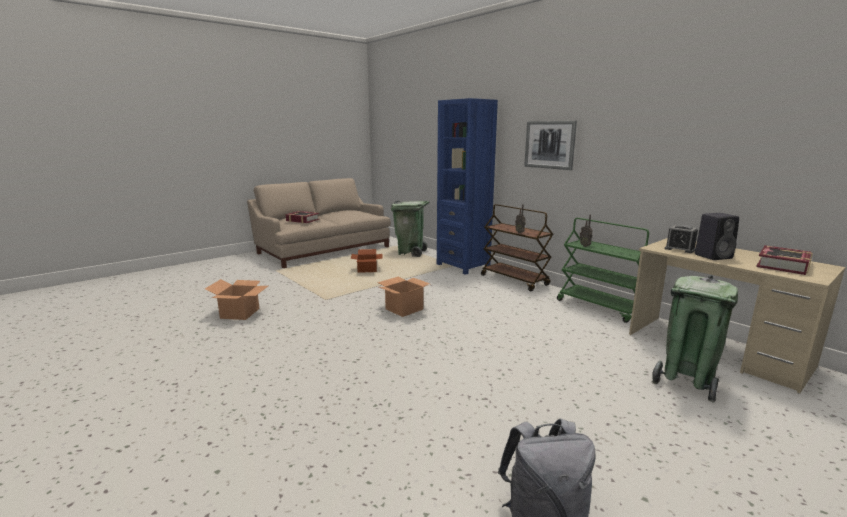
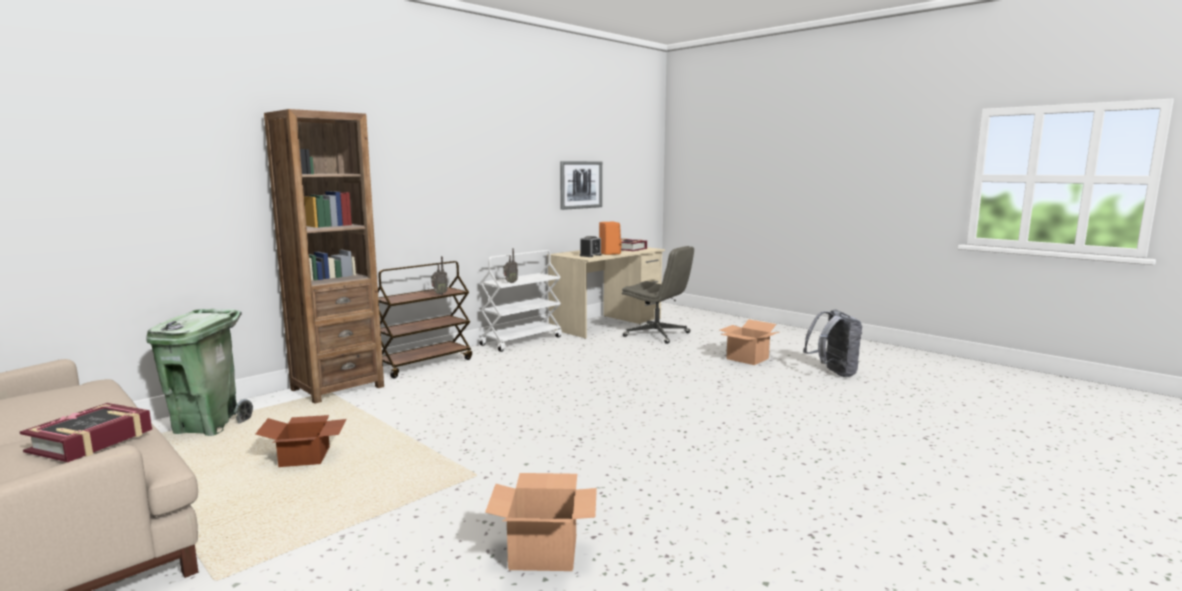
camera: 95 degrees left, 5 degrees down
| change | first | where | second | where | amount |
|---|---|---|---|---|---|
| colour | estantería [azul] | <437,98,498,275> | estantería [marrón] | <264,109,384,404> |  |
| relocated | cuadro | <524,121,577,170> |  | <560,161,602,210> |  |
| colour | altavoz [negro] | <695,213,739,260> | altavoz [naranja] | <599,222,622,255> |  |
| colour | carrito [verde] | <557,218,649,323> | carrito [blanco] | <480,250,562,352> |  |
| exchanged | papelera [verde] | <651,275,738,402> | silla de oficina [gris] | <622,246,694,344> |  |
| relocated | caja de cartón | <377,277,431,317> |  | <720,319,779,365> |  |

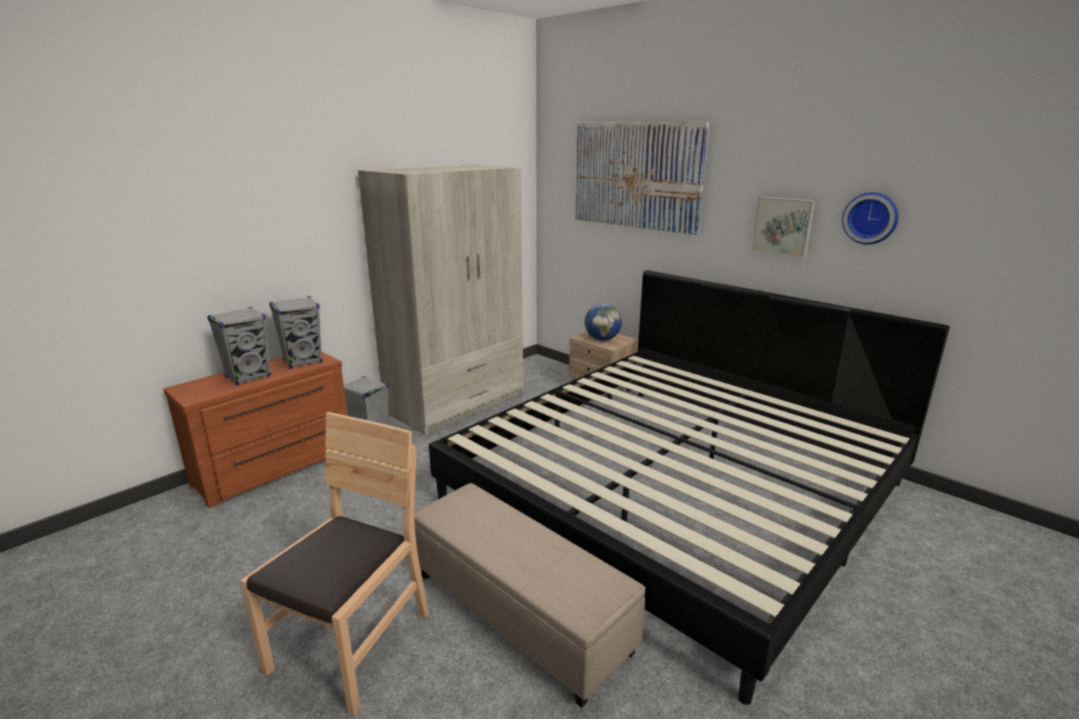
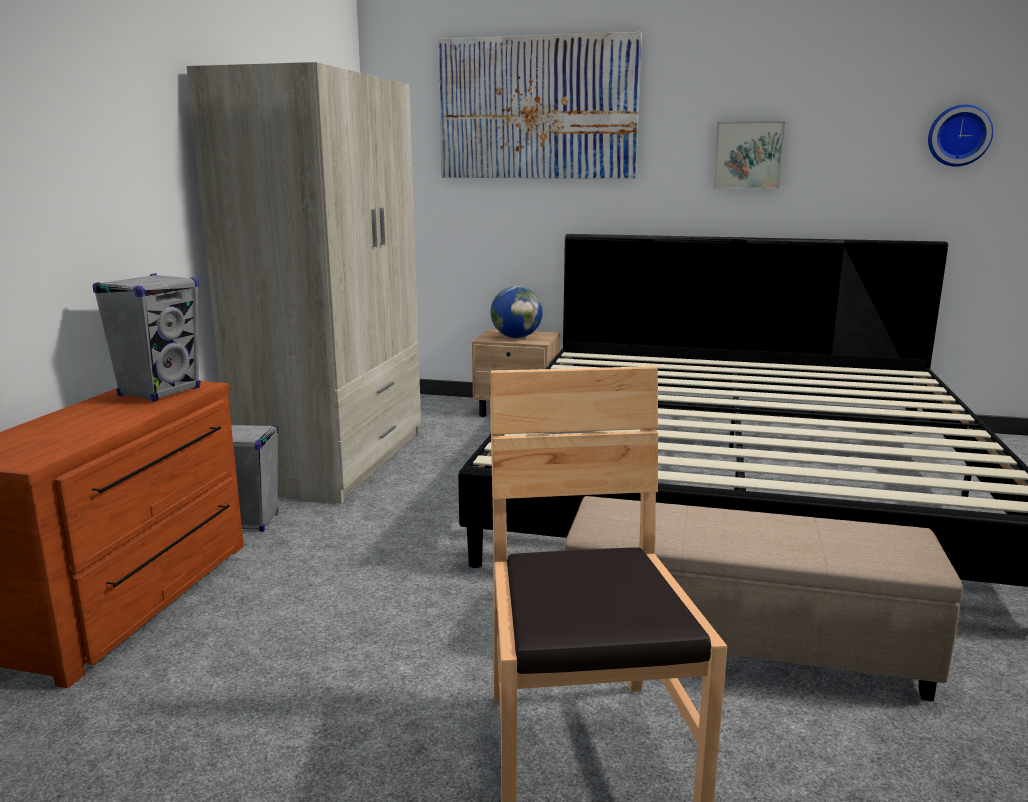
camera: 30 degrees left, 5 degrees down
| change | first | where | second | where | amount |
|---|---|---|---|---|---|
| relocated | reloj de pared | <842,192,898,245> |  | <928,104,993,167> |  |
| missing | altavoz [gris] | <207,307,271,385> |  |  |  |

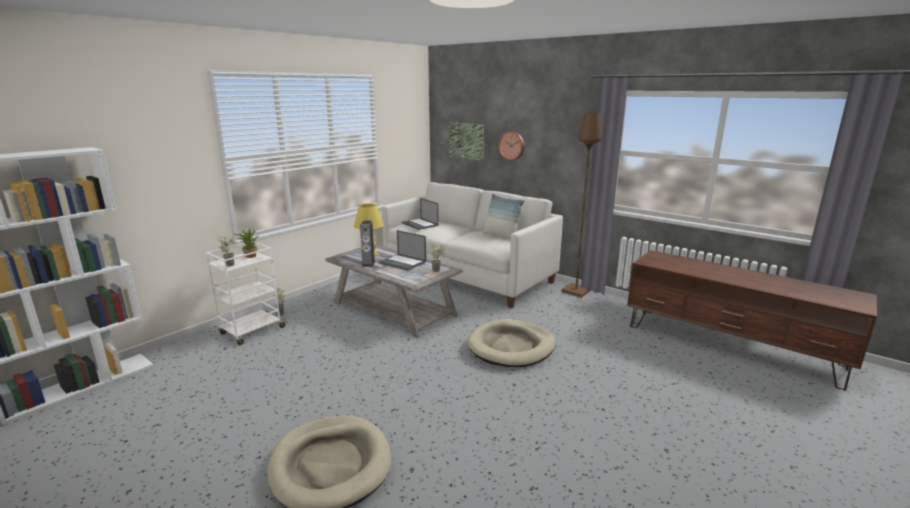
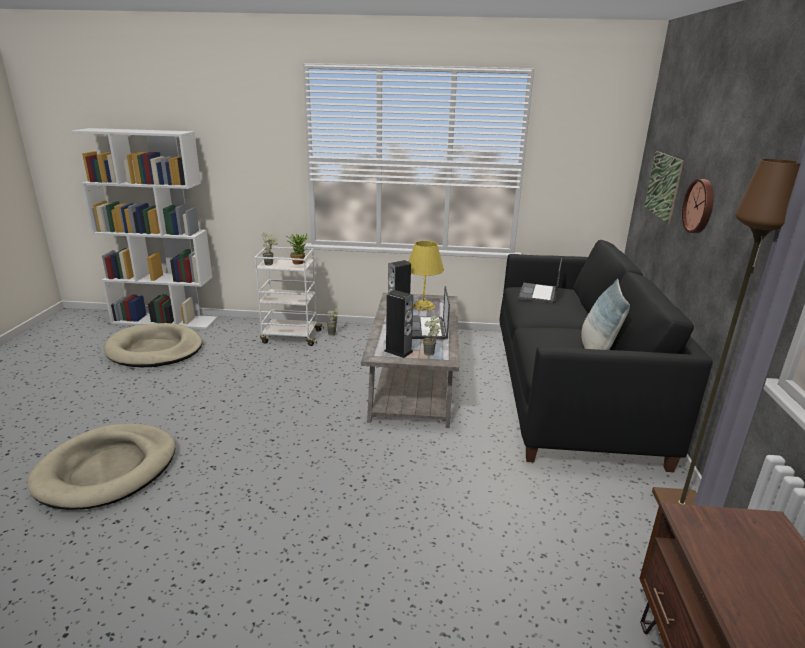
camera: 55 degrees right, 5 degrees up
| change | first | where | second | where | amount |
|---|---|---|---|---|---|
| colour | sofá [blanco] | <382,182,563,308> | sofá [negro] | <500,240,713,472> |  |
| relocated | cama para perro [beis] | <467,319,556,367> |  | <104,323,202,367> |  |
| appeared |  |  | altavoz | <385,290,413,358> |  |

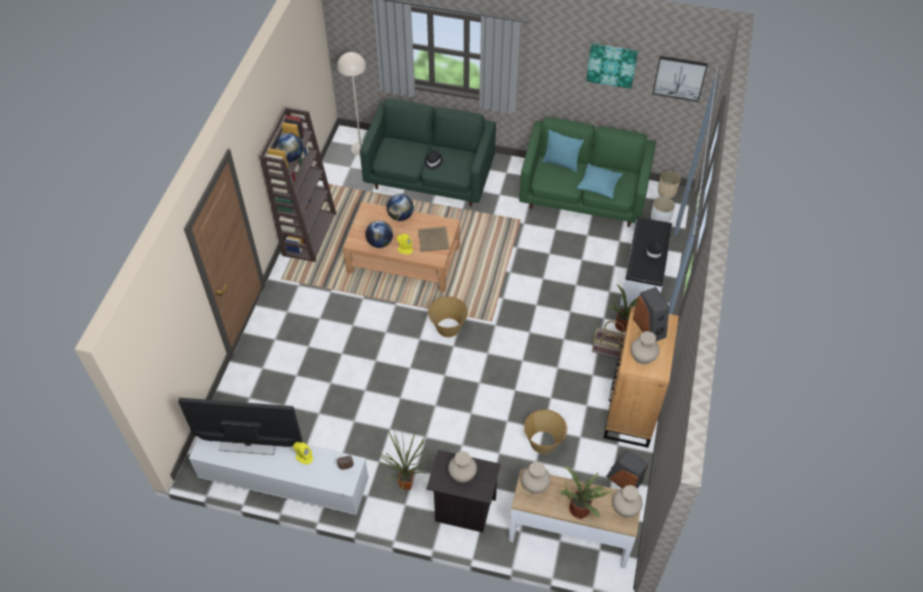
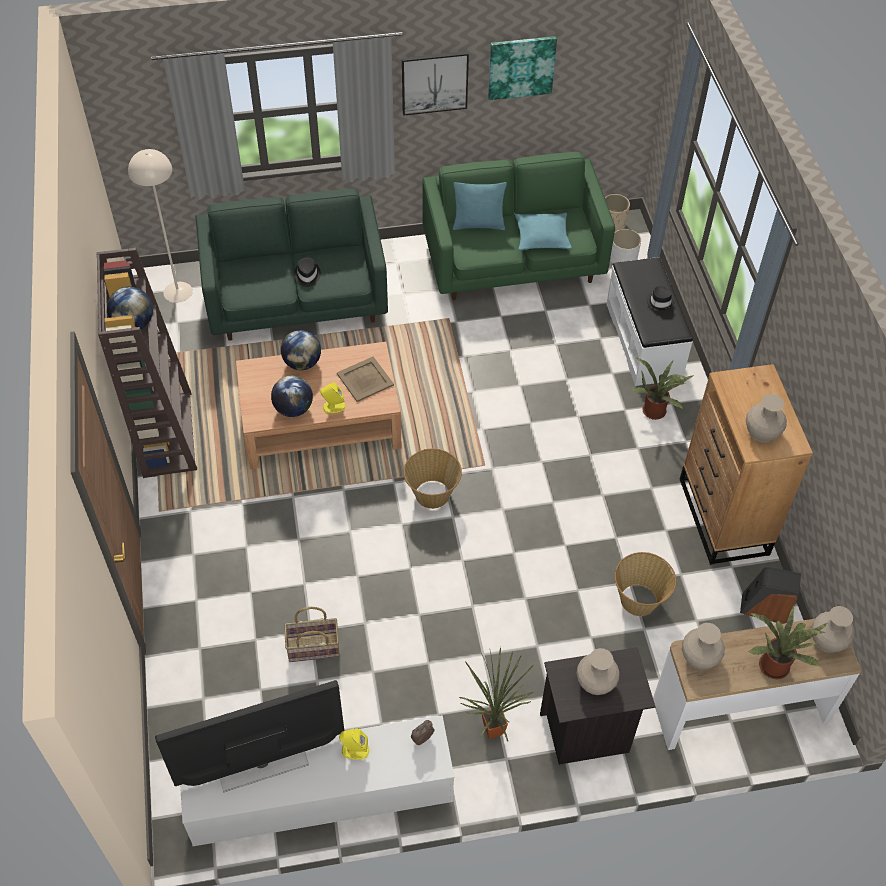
camera: 25 degrees left, 0 degrees up
| change | first | where | second | where | amount |
|---|---|---|---|---|---|
| relocated | cuadro | <653,56,708,102> |  | <402,51,469,116> |  |
| missing | altavoz | <633,287,669,341> |  |  |  |
| relocated | cesta | <592,321,625,358> |  | <284,607,340,662> |  |

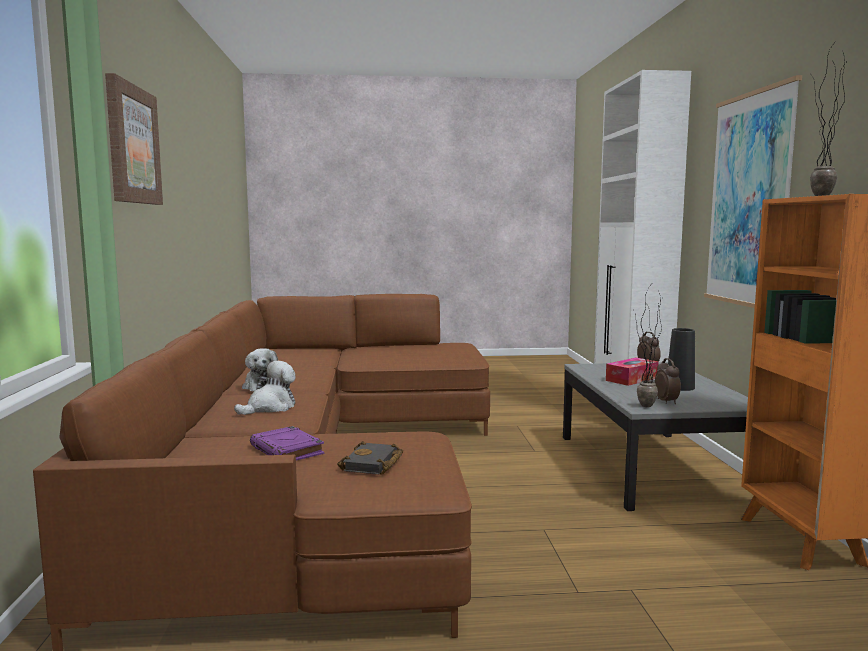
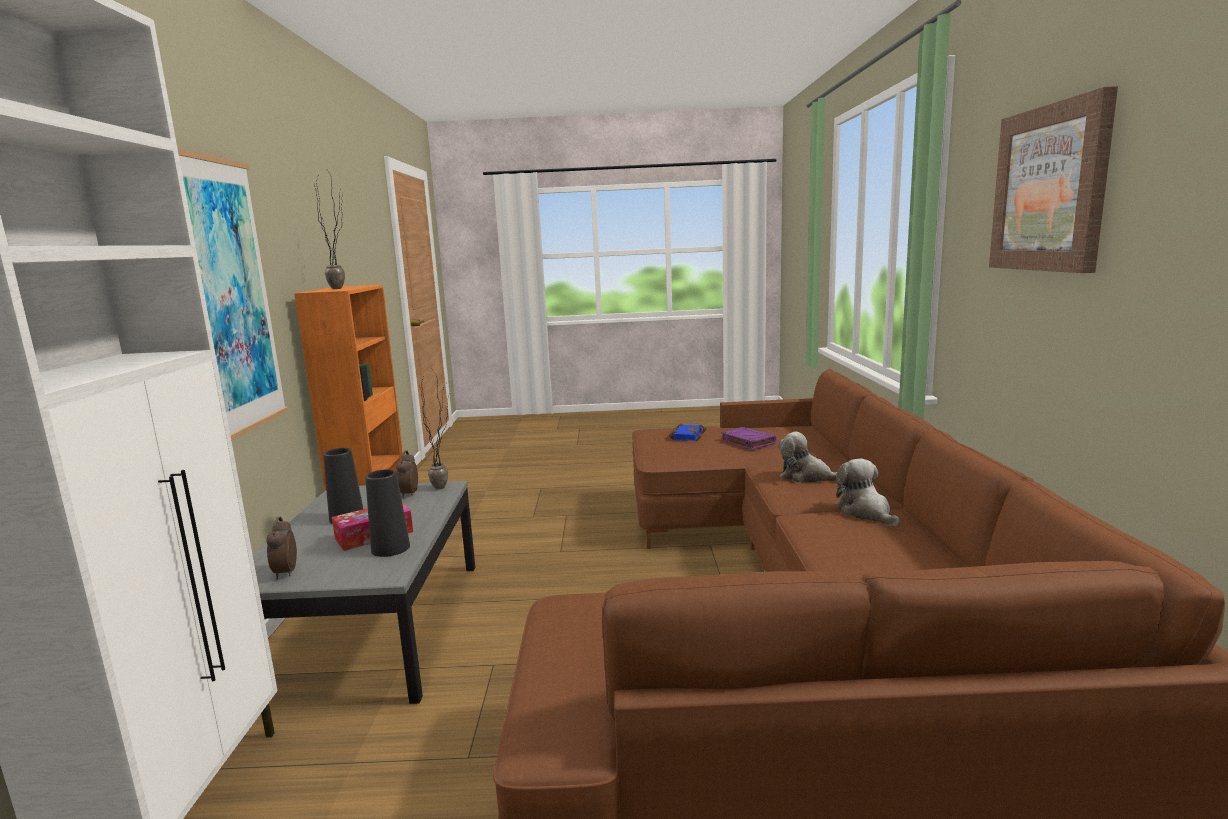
camera: 175 degrees left, 5 degrees up
| change | first | where | second | where | amount |
|---|---|---|---|---|---|
| spun | peluche | <234,361,296,415> |  | <778,432,837,483> | 75 degrees clockwise |
| colour | libro [negro] | <337,441,403,475> | libro [azul] | <669,424,706,441> |  |
| appeared |  |  | florero [negro] | <365,469,410,557> |  |

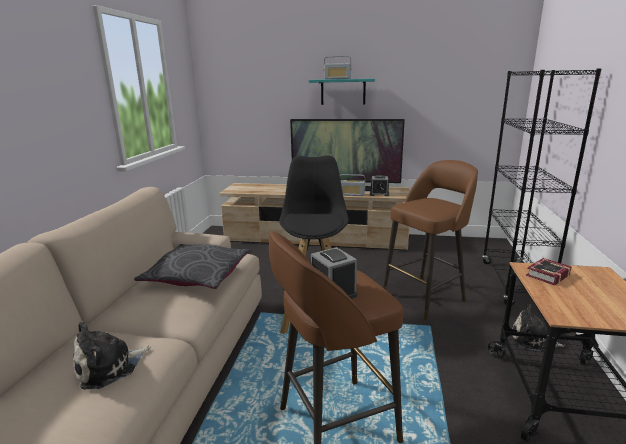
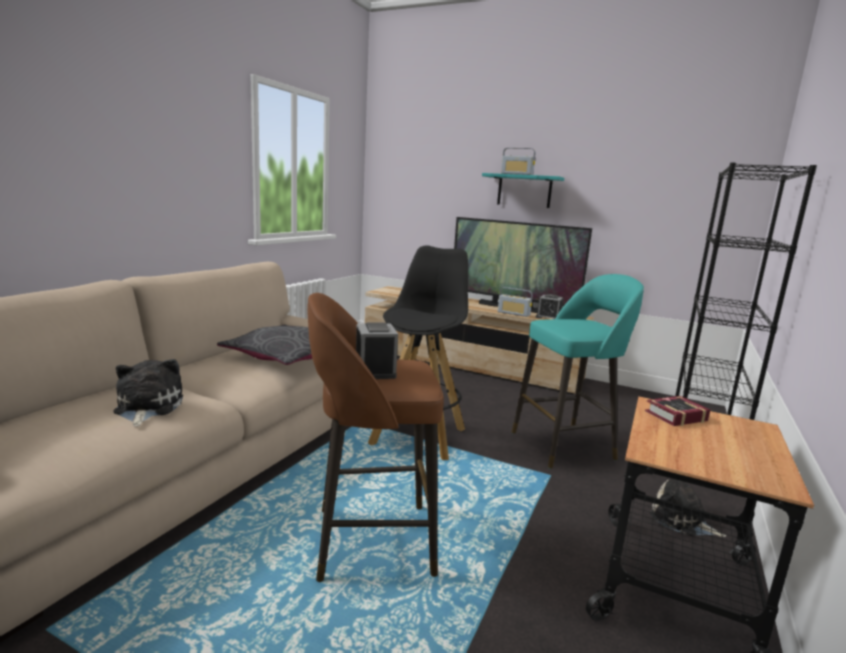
camera: 15 degrees right, 5 degrees down
| change | first | where | second | where | amount |
|---|---|---|---|---|---|
| colour | taburete [marrón] | <383,160,478,320> | taburete [turquesa] | <512,274,644,469> |  |
| spun | peluche | <73,321,151,390> |  | <113,359,183,427> | 105 degrees clockwise |

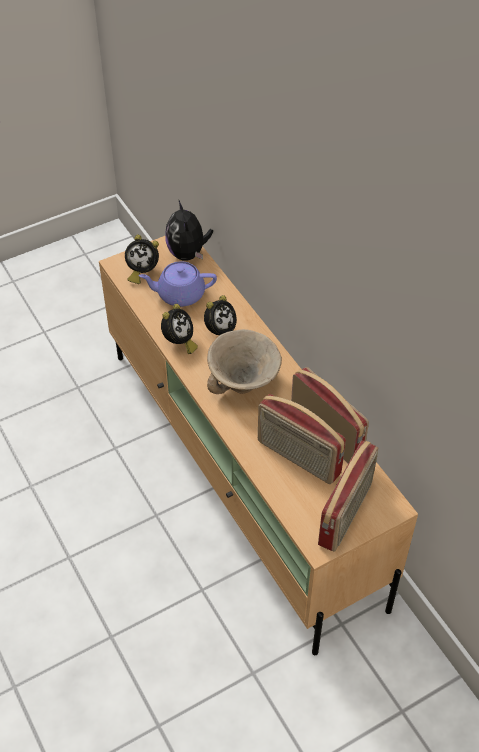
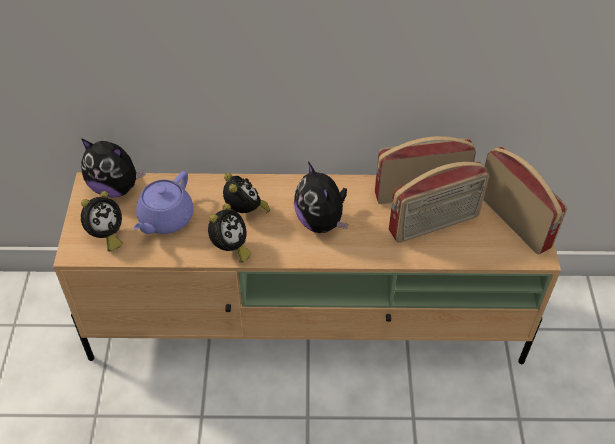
camera: 60 degrees left, 0 degrees up
| change | first | where | second | where | amount |
|---|---|---|---|---|---|
| spun | despertador | <161,304,198,354> |  | <208,203,252,263> | 60 degrees clockwise |
| exchanged | cuenco [beis] | <207,329,282,394> | peluche | <294,162,348,233> |  |

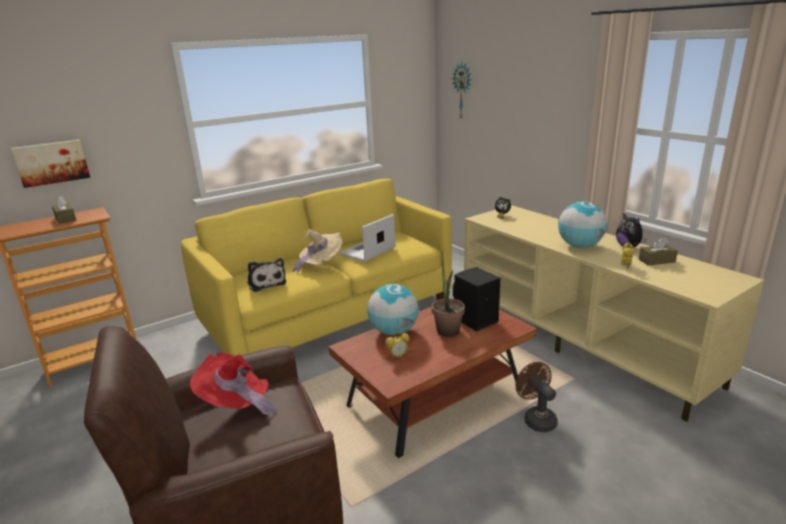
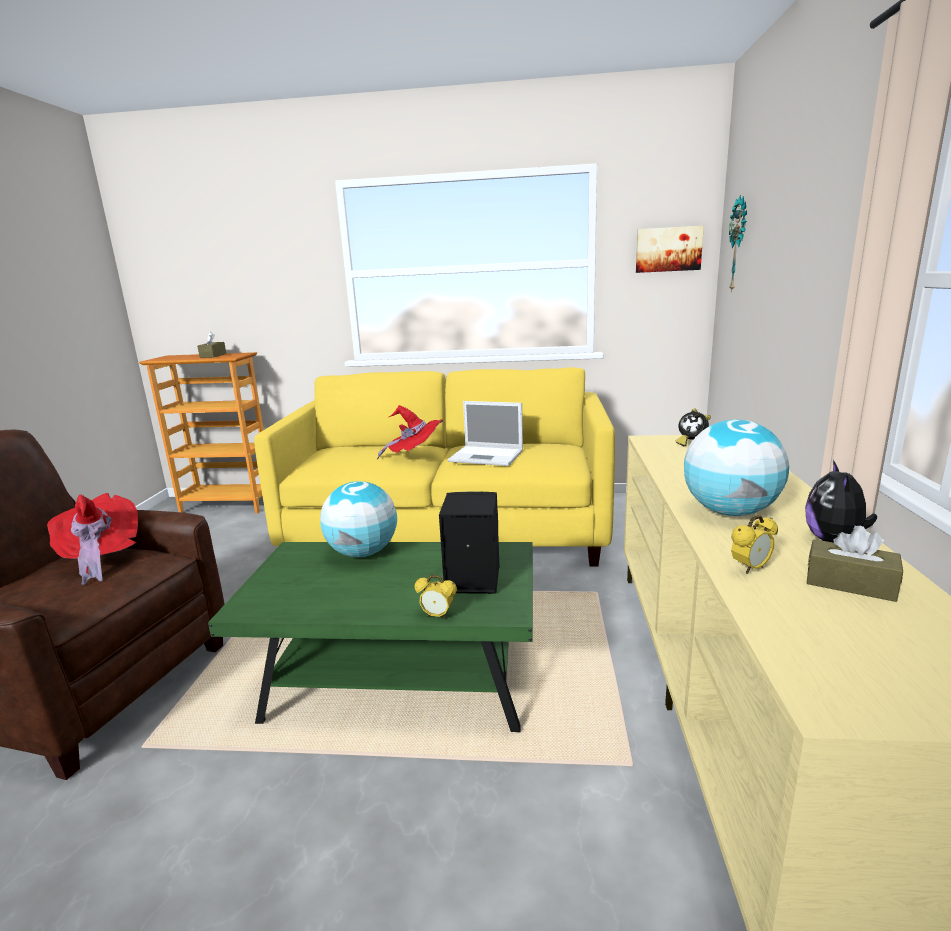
camera: 40 degrees right, 5 degrees down
| change | first | where | second | where | amount |
|---|---|---|---|---|---|
| relocated | cuadro | <11,140,90,188> |  | <636,226,704,273> |  |
| spun | portátil | <339,214,395,262> |  | <448,401,523,466> | 150 degrees counterclockwise |
| colour | sombrero [beis] | <292,229,343,274> | sombrero [rojo] | <377,405,443,459> |  |
| missing | planta en maceta | <432,251,465,337> |  |  |  |
| missing | peluche | <247,258,287,292> |  |  |  |
| colour | mesa de centro [marrón] | <328,298,537,458> | mesa de centro [verde] | <208,542,533,732> |  |
| relocated | despertador | <385,333,410,359> |  | <415,575,457,619> |  |
| missing | ventilador [marrón] | <515,362,558,432> |  |  |  |

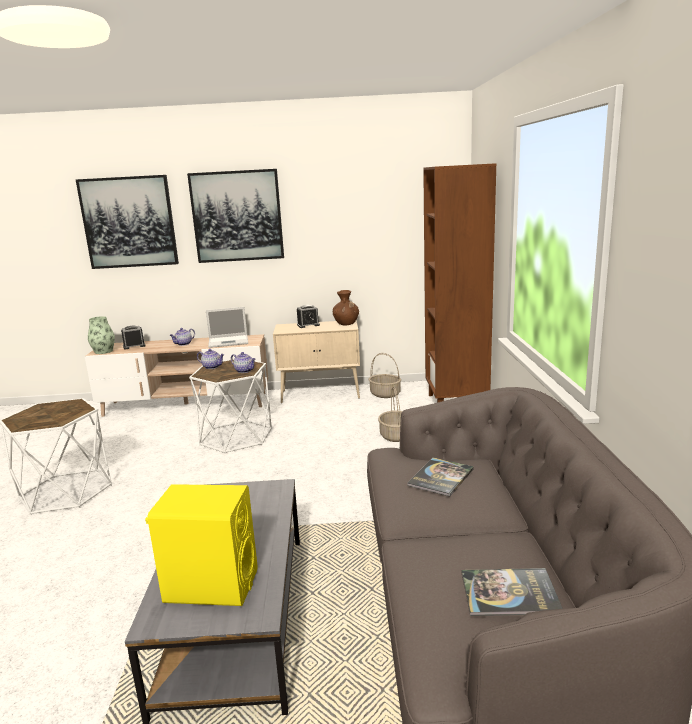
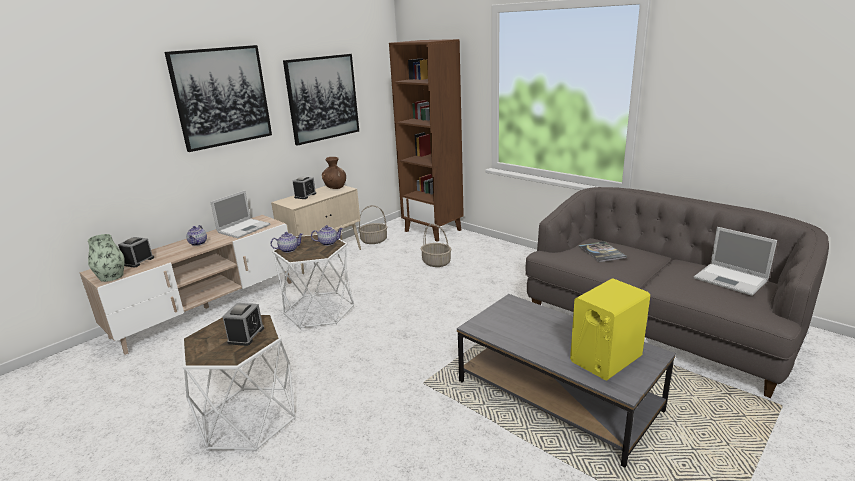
camera: 45 degrees left, 5 degrees up
| change | first | where | second | where | amount |
|---|---|---|---|---|---|
| relocated | cuadro | <76,175,179,269> |  | <283,54,359,146> |  |
| exchanged | libro | <462,568,563,616> | portátil | <694,227,777,296> |  |
| appeared |  |  | despertador | <222,303,264,346> |  |

